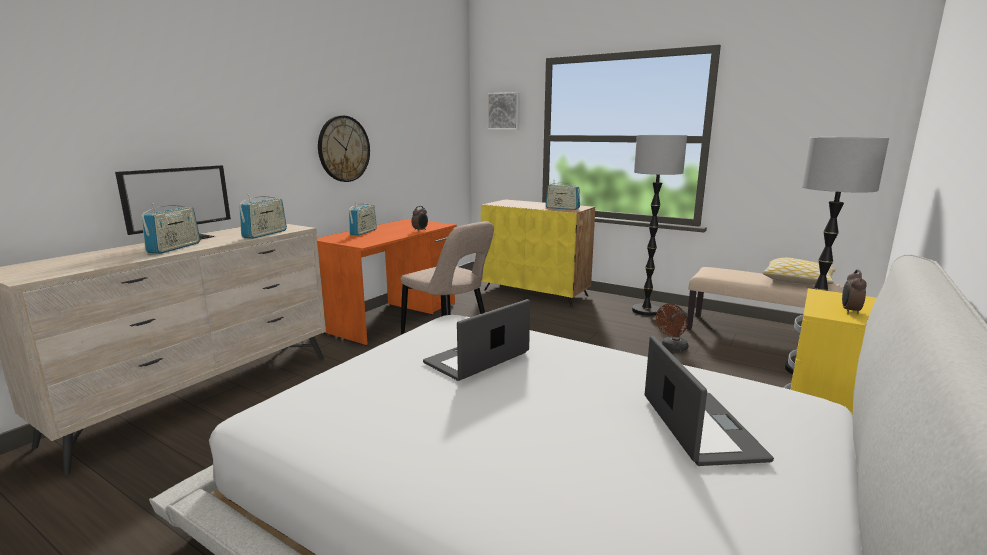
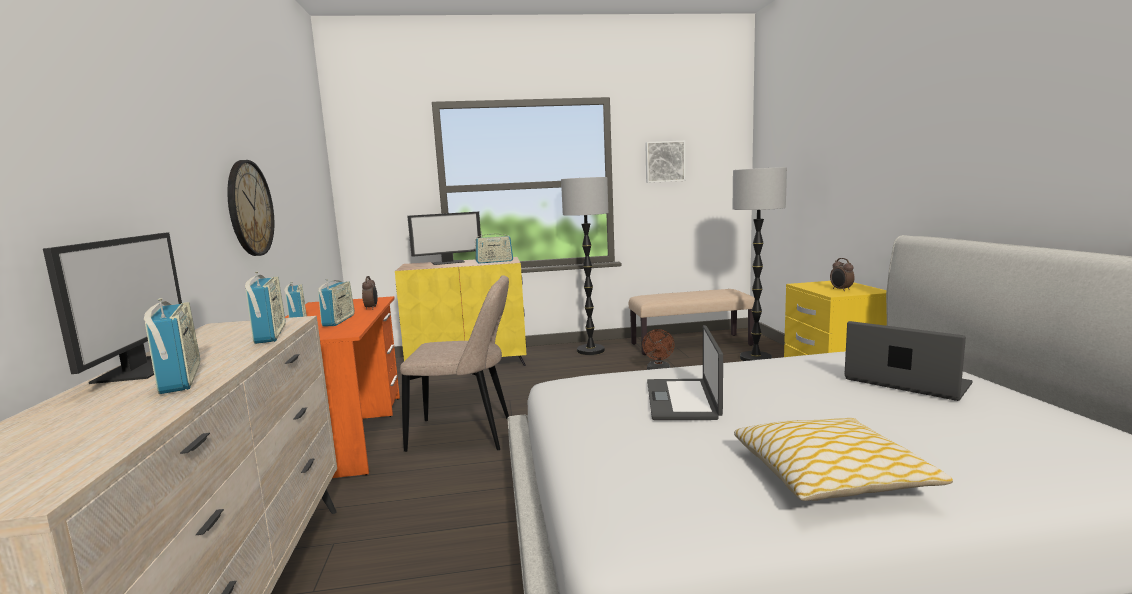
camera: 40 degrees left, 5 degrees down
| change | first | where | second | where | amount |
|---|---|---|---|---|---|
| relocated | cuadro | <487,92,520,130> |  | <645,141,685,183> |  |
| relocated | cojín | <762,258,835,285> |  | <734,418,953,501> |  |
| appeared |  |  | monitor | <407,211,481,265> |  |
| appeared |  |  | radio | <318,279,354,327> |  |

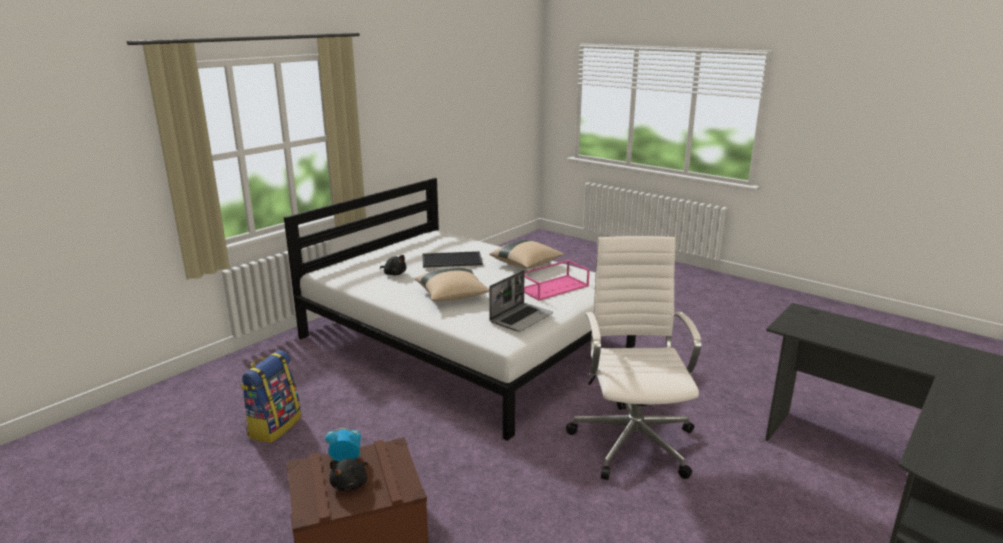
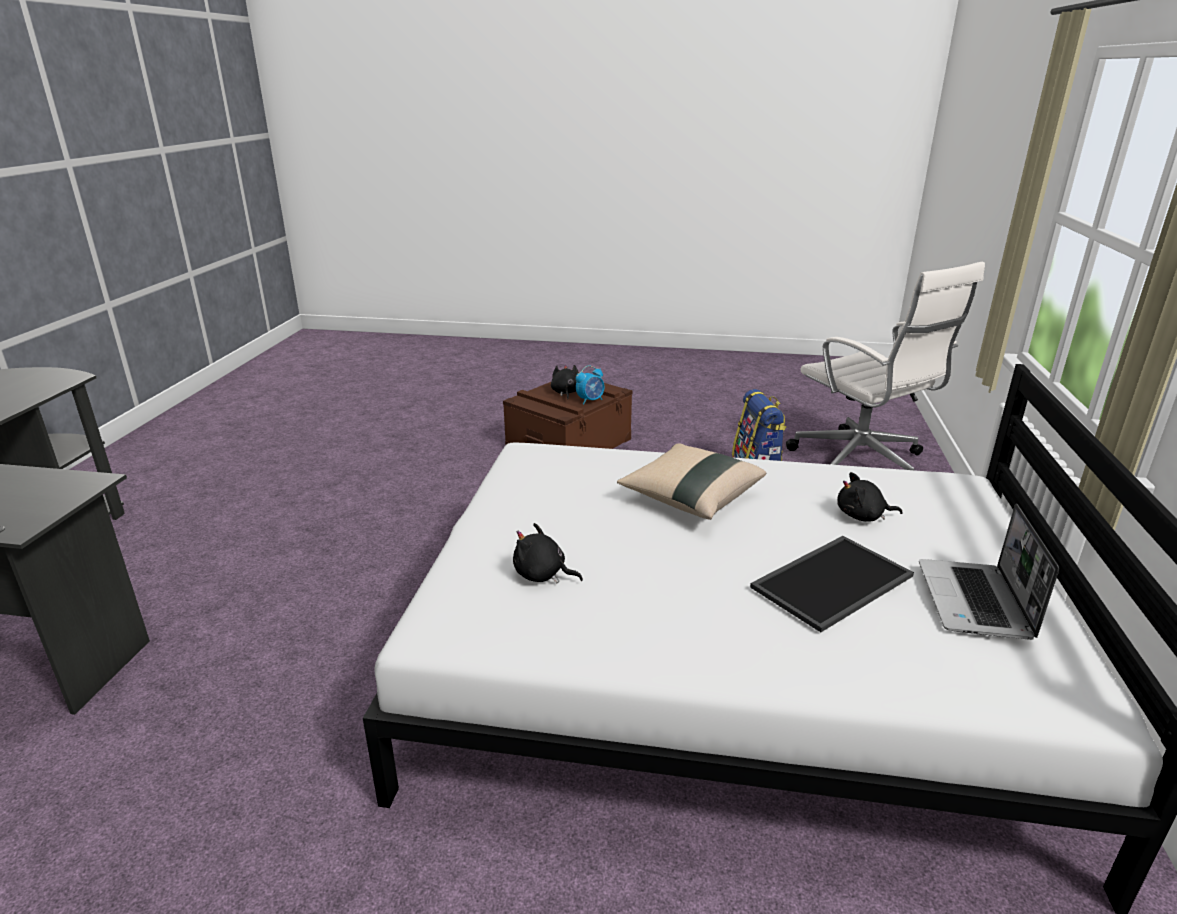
camera: 150 degrees right, 5 degrees up
| change | first | where | second | where | amount |
|---|---|---|---|---|---|
| relocated | silla de oficina [blanco] | <566,236,701,480> |  | <786,262,985,470> |  |
| missing | cojín [beis] | <489,239,564,269> |  |  |  |
| exchanged | bandeja [rosa] | <524,260,590,301> | peluche [negro] | <513,523,583,583> |  |
| relocated | portátil | <489,270,553,332> |  | <919,504,1059,640> |  |

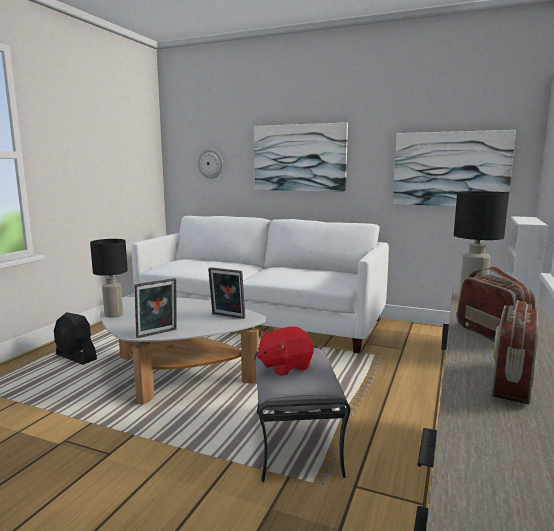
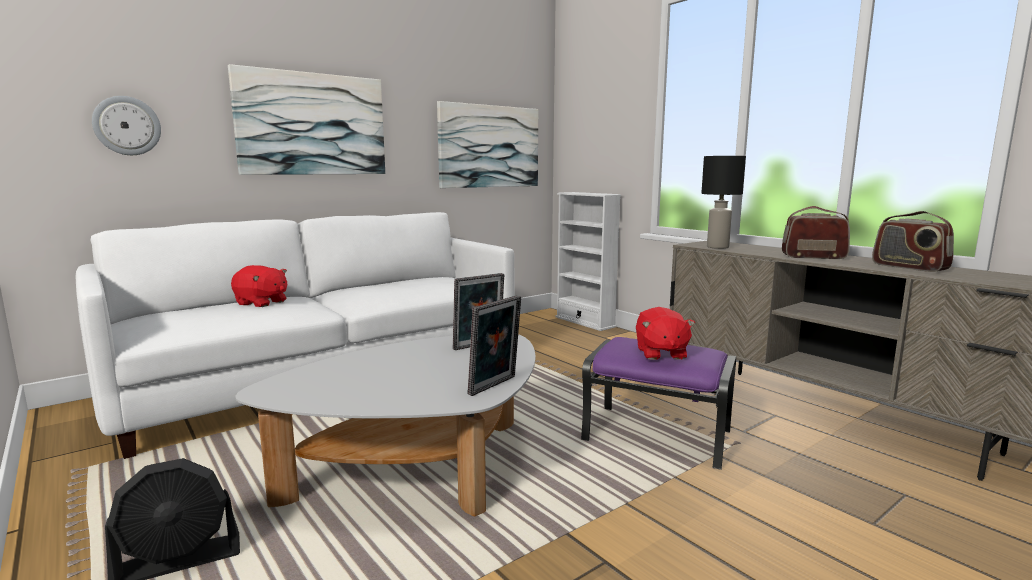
camera: 60 degrees left, 0 degrees up
| change | first | where | second | where | amount |
|---|---|---|---|---|---|
| missing | lámpara de mesa [negro] | <90,239,128,317> |  |  |  |
| spun | portarretratos | <134,278,177,338> |  | <468,295,521,396> | 45 degrees clockwise |
| colour | puf [gris] | <254,348,350,483> | puf [morado] | <581,337,736,470> |  |
| appeared |  |  | peluche [rojo] | <231,265,287,307> |  |

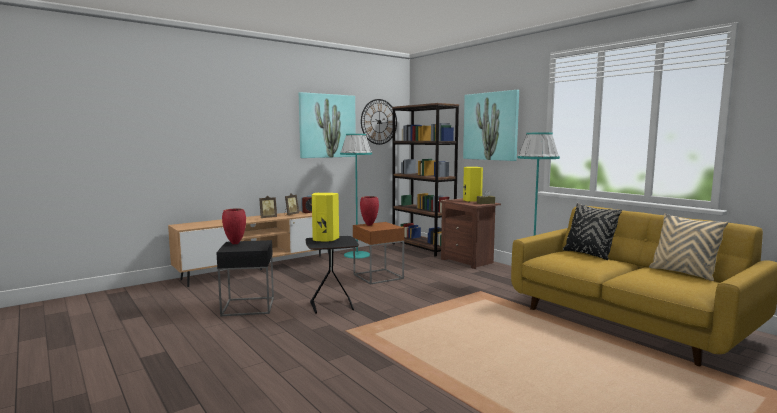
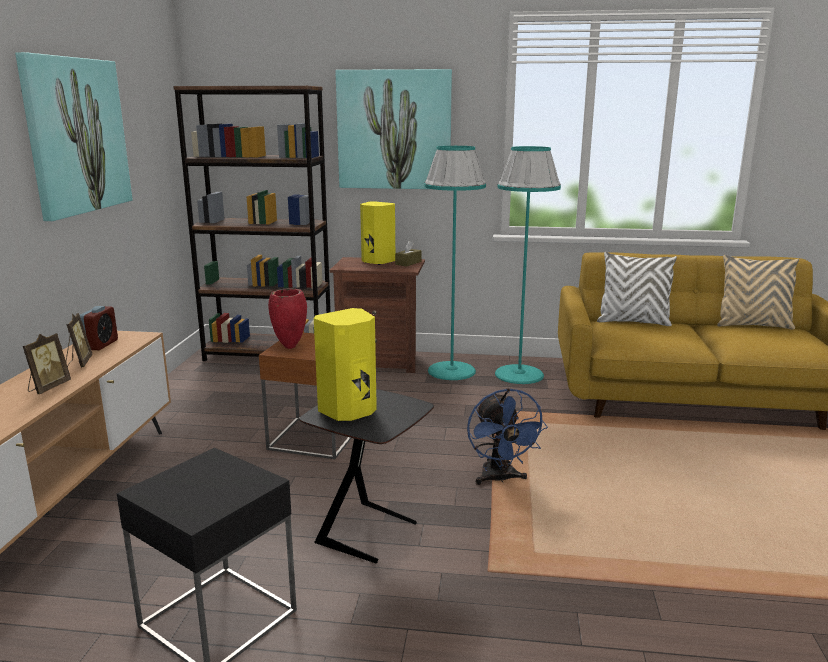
camera: 45 degrees left, 10 degrees up
| change | first | where | second | where | amount |
|---|---|---|---|---|---|
| missing | reloj de pared | <361,99,397,145> |  |  |  |
| relocated | lámpara de pie [turquesa] | <340,134,372,259> |  | <424,146,486,380> |  |
| colour | cojín [negro] | <563,203,622,260> | cojín [blanco] | <597,252,677,326> |  |
| missing | florero [rojo] | <222,208,246,244> |  |  |  |
| appeared |  |  | ventilador [azul] | <467,388,548,485> |  |

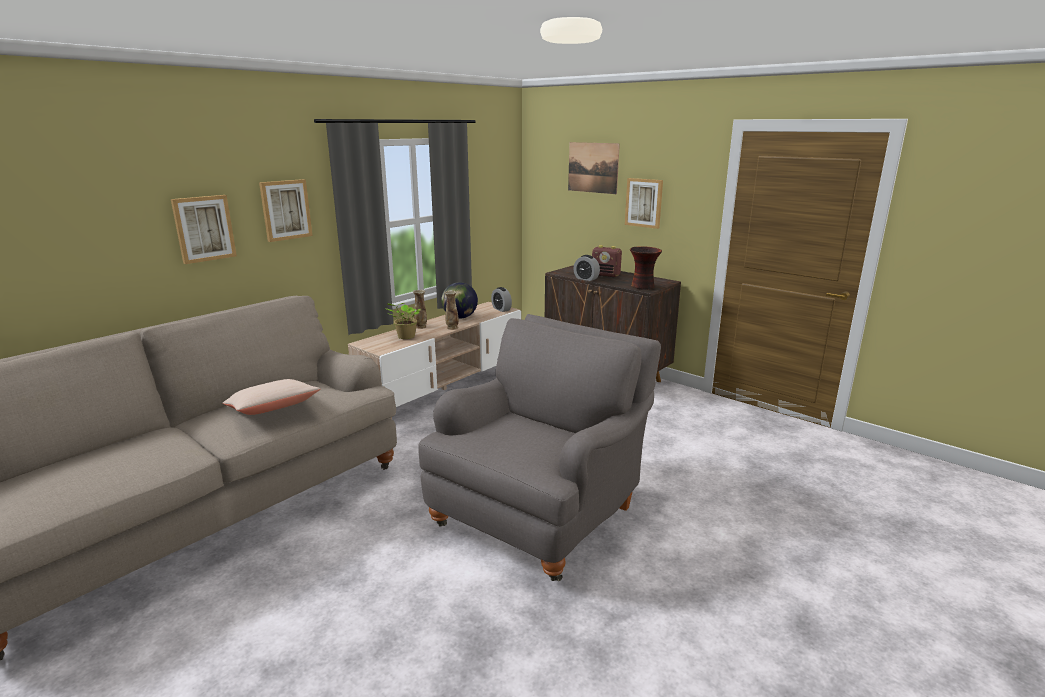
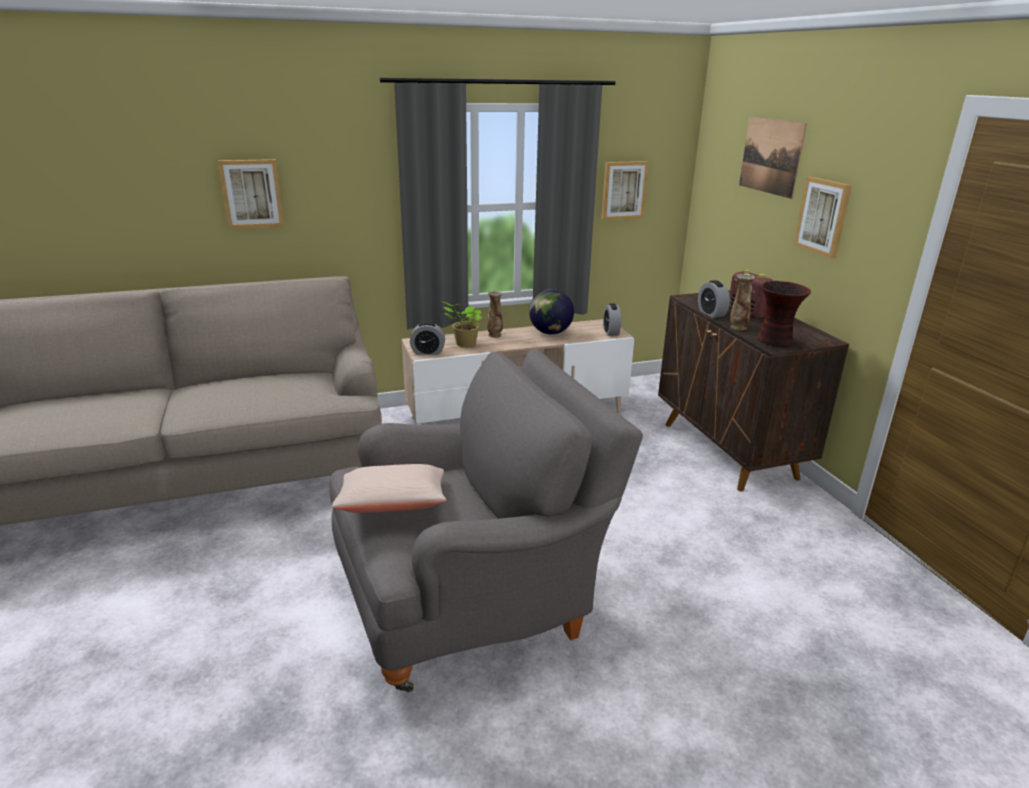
camera: 30 degrees right, 5 degrees up
| change | first | where | second | where | amount |
|---|---|---|---|---|---|
| relocated | cuadro | <259,179,313,242> |  | <601,161,649,220> |  |
| relocated | florero | <444,290,459,330> |  | <730,273,755,330> |  |
| relocated | cojín [beis] | <223,379,321,415> |  | <332,464,447,513> |  |
| appeared |  |  | despertador | <410,322,445,355> |  |

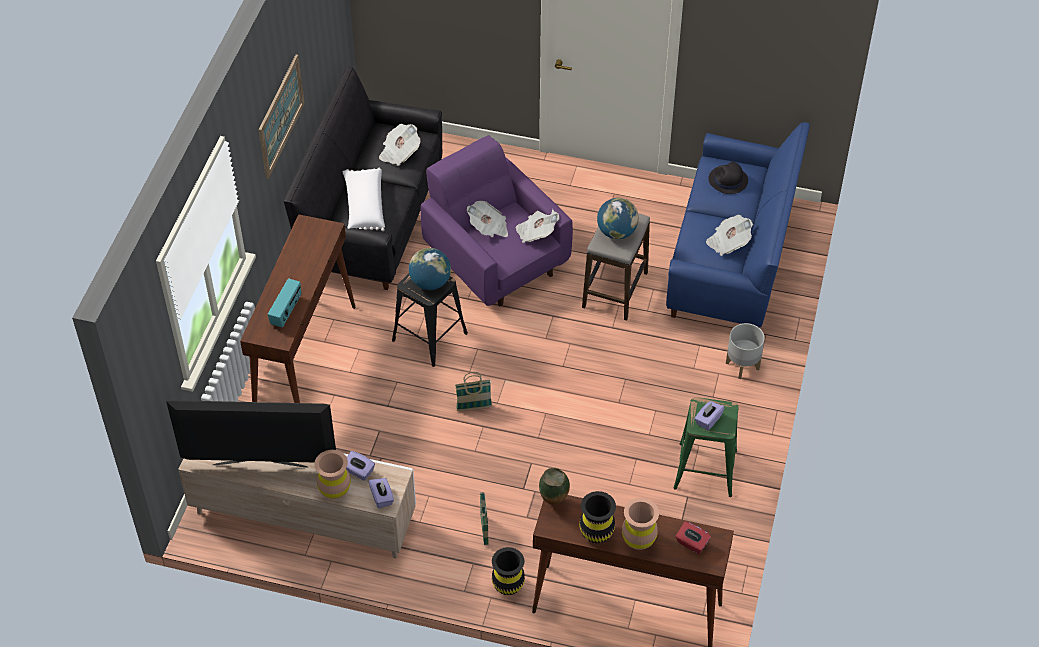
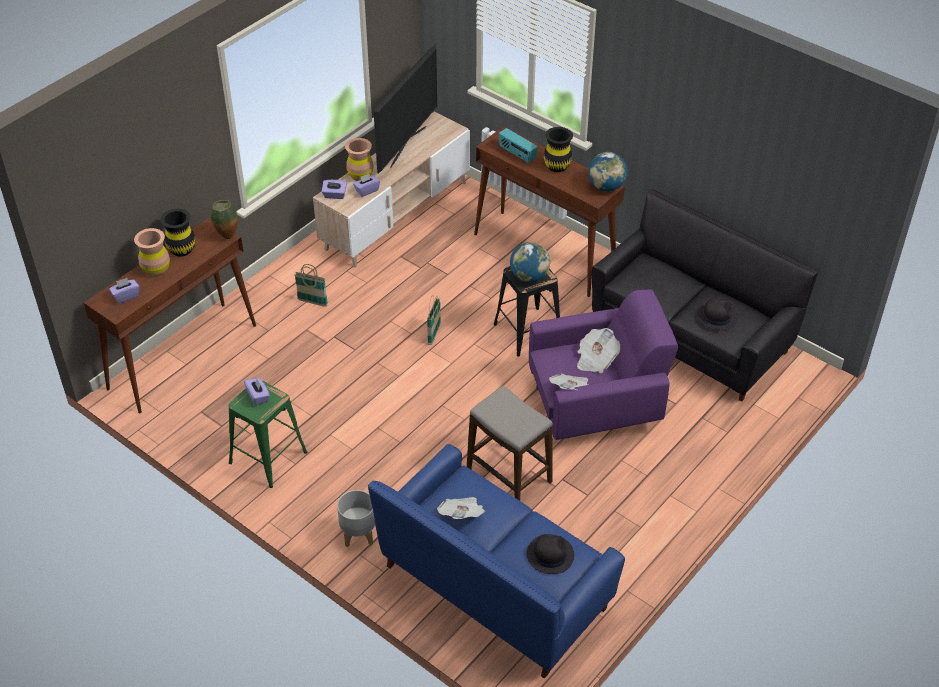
camera: 115 degrees right, 5 degrees down
| change | first | where | second | where | amount |
|---|---|---|---|---|---|
| missing | cuadro | <258,55,305,179> |  |  |  |
| exchanged | periódico | <379,124,420,166> | sombrero [negro] | <697,297,738,331> |  |
| missing | cojín [blanco] | <343,168,385,231> |  |  |  |
| relocated | globo terráqueo | <597,198,639,239> |  | <588,152,628,191> |  |
| colour | caja de pañuelos [rojo] | <675,521,711,554> | caja de pañuelos [morado] | <109,278,140,304> |  |
| relocated | florero [negro] | <492,547,525,595> |  | <544,127,573,172> |  |

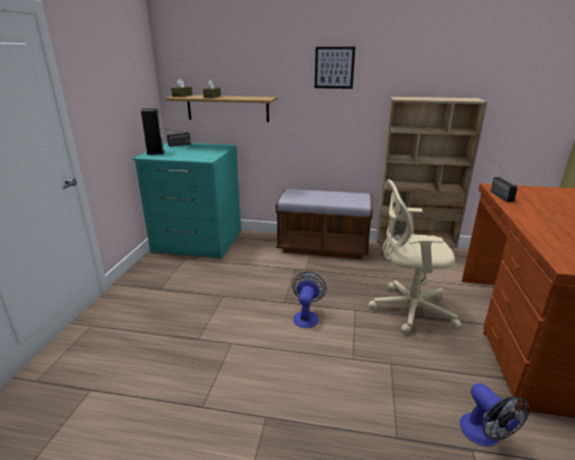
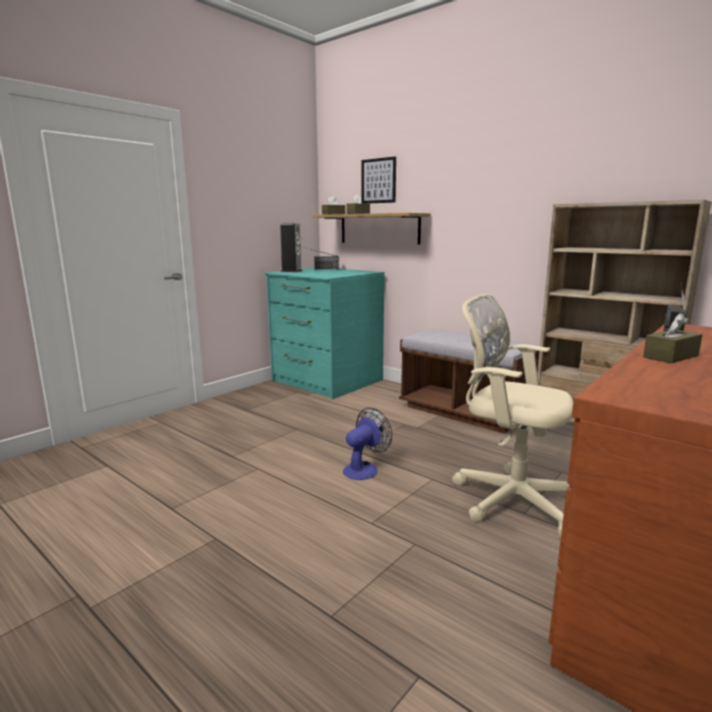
camera: 30 degrees right, 10 degrees down
| change | first | where | second | where | amount |
|---|---|---|---|---|---|
| relocated | cuadro | <315,47,355,89> |  | <361,156,396,204> |  |
| missing | ventilador | <460,383,529,447> |  |  |  |
| appeared |  |  | caja de pañuelos [marrón] | <643,313,702,363> |  |

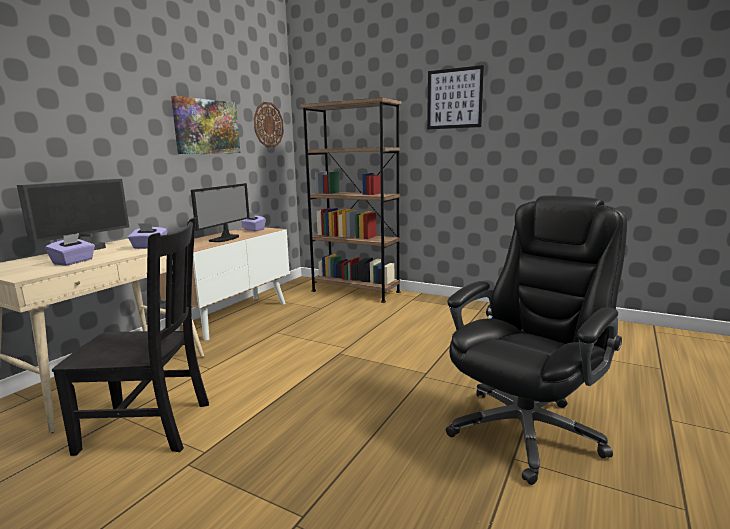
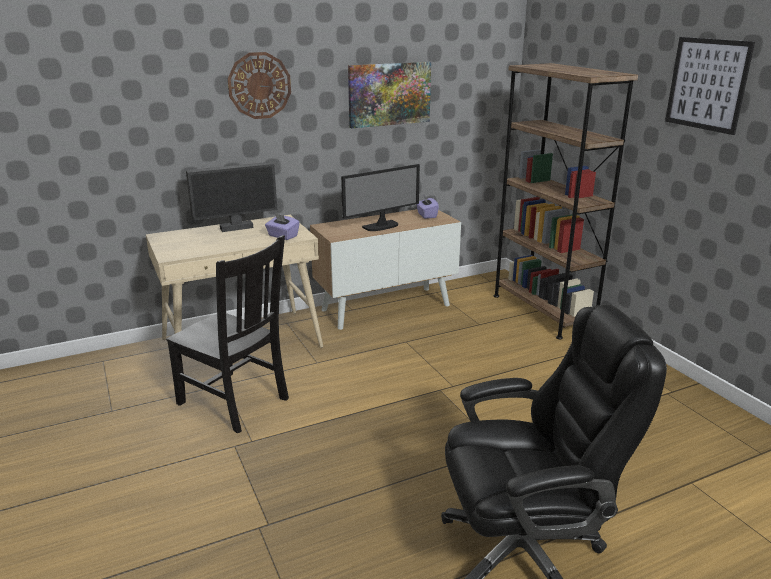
camera: 35 degrees right, 10 degrees up
| change | first | where | second | where | amount |
|---|---|---|---|---|---|
| relocated | reloj de pared | <254,102,284,148> |  | <228,52,291,119> |  |
| missing | caja de pañuelos [morado] | <45,233,95,266> |  |  |  |

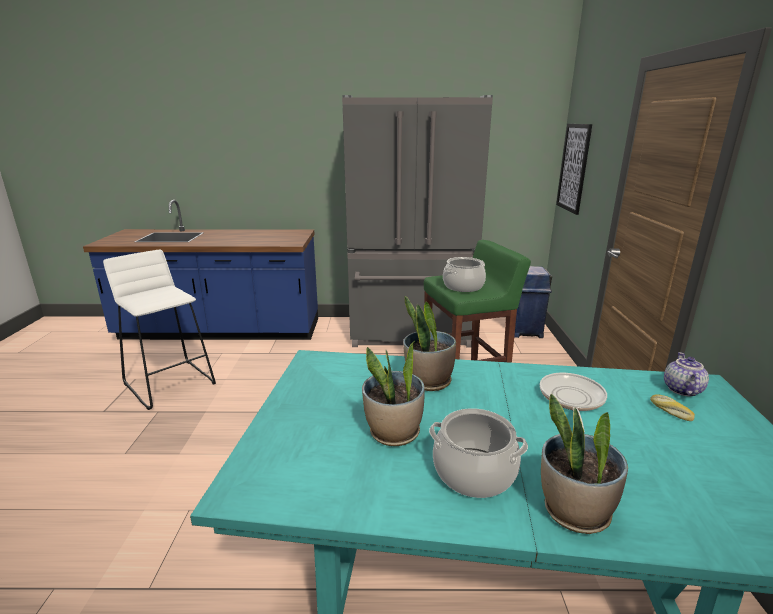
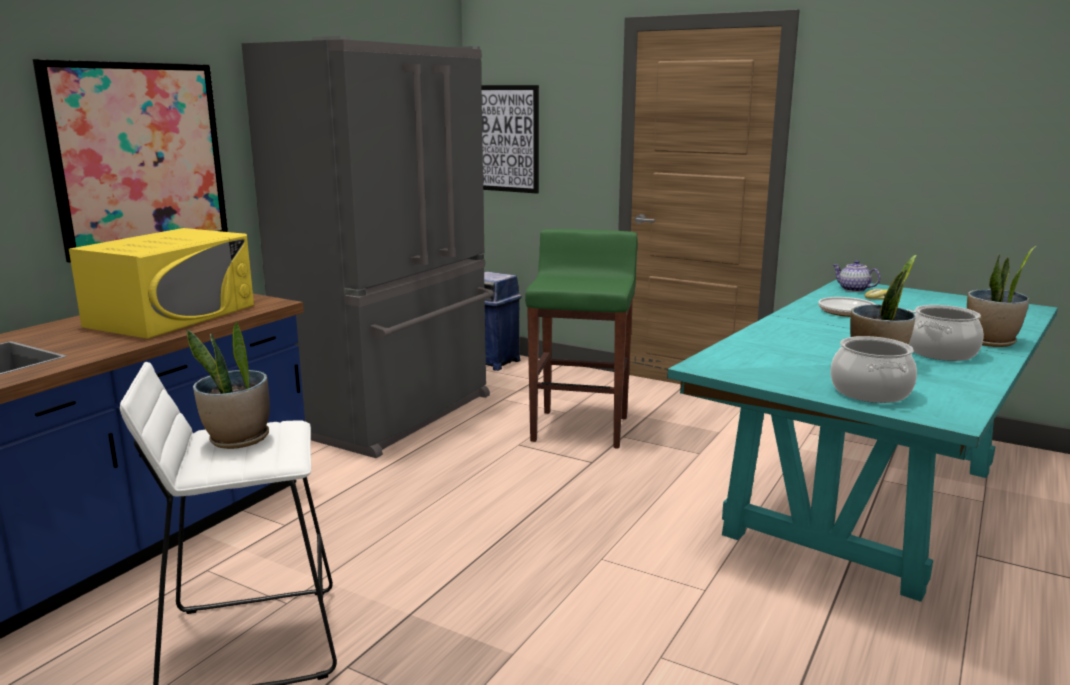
camera: 60 degrees left, 5 degrees down
| change | first | where | second | where | amount |
|---|---|---|---|---|---|
| relocated | olla | <443,257,486,292> |  | <831,336,917,403> |  |
| relocated | planta en maceta | <403,296,456,391> |  | <187,321,270,449> |  |
| appeared |  |  | cuadro | <33,59,228,263> |  |
| appeared |  |  | microondas [amarillo] | <69,228,254,339> |  |

